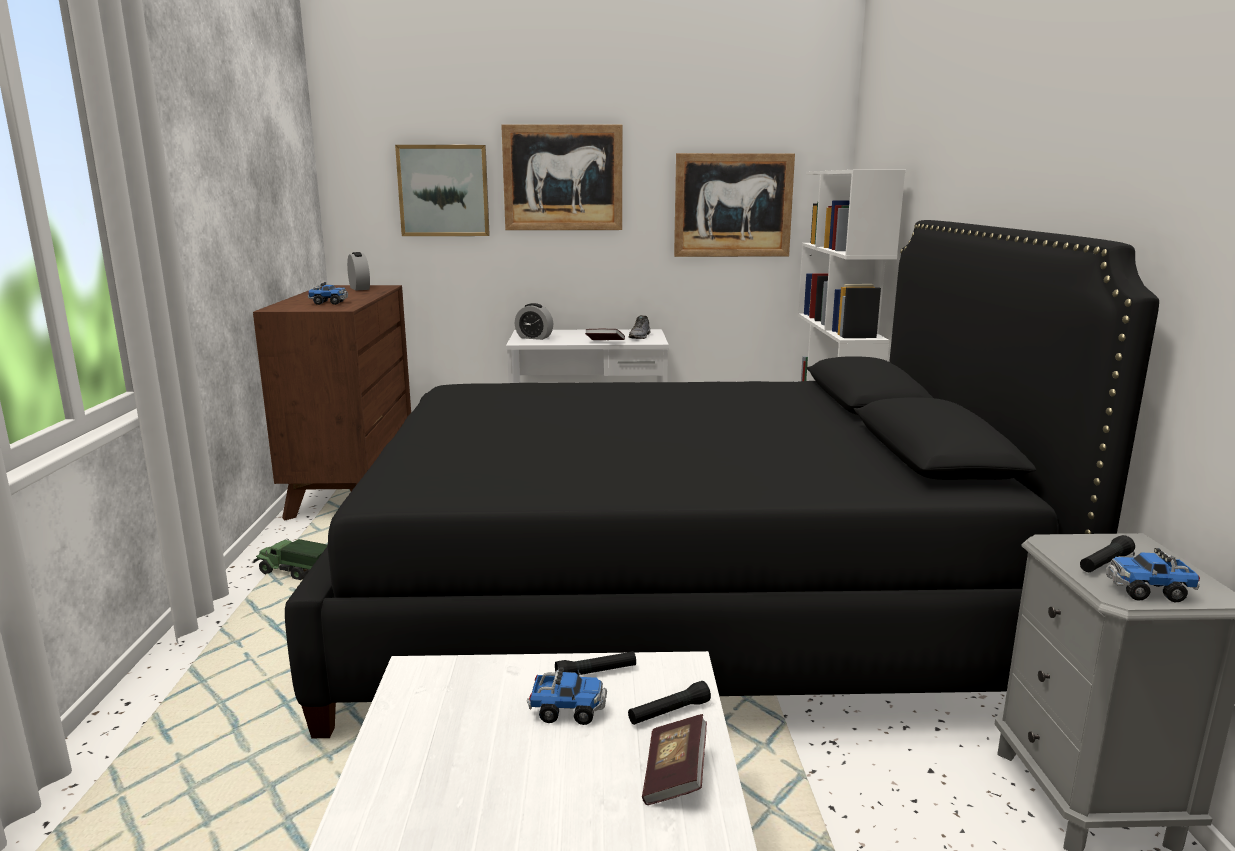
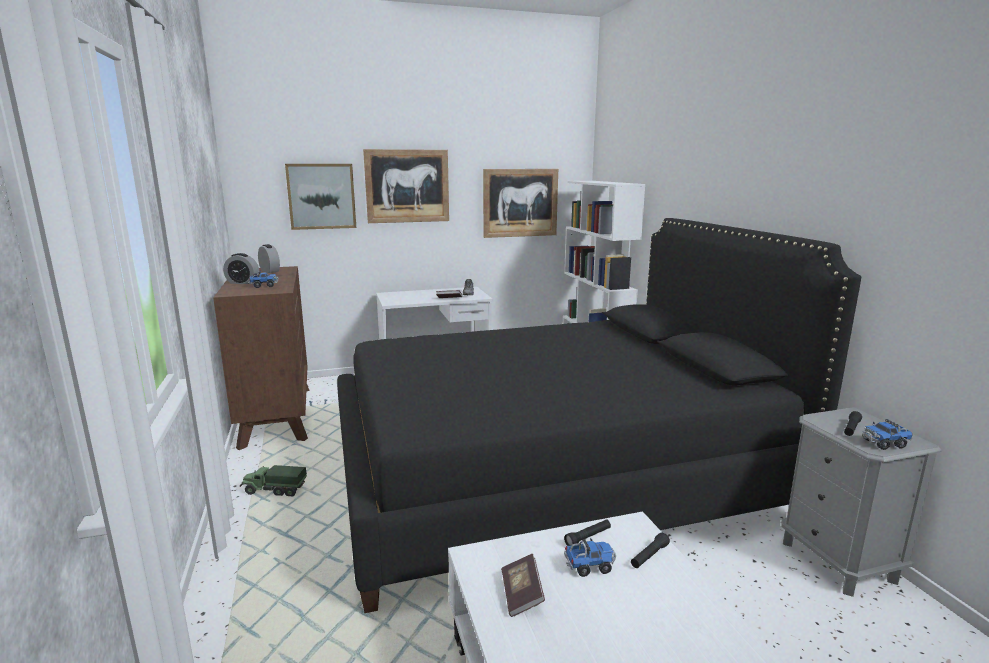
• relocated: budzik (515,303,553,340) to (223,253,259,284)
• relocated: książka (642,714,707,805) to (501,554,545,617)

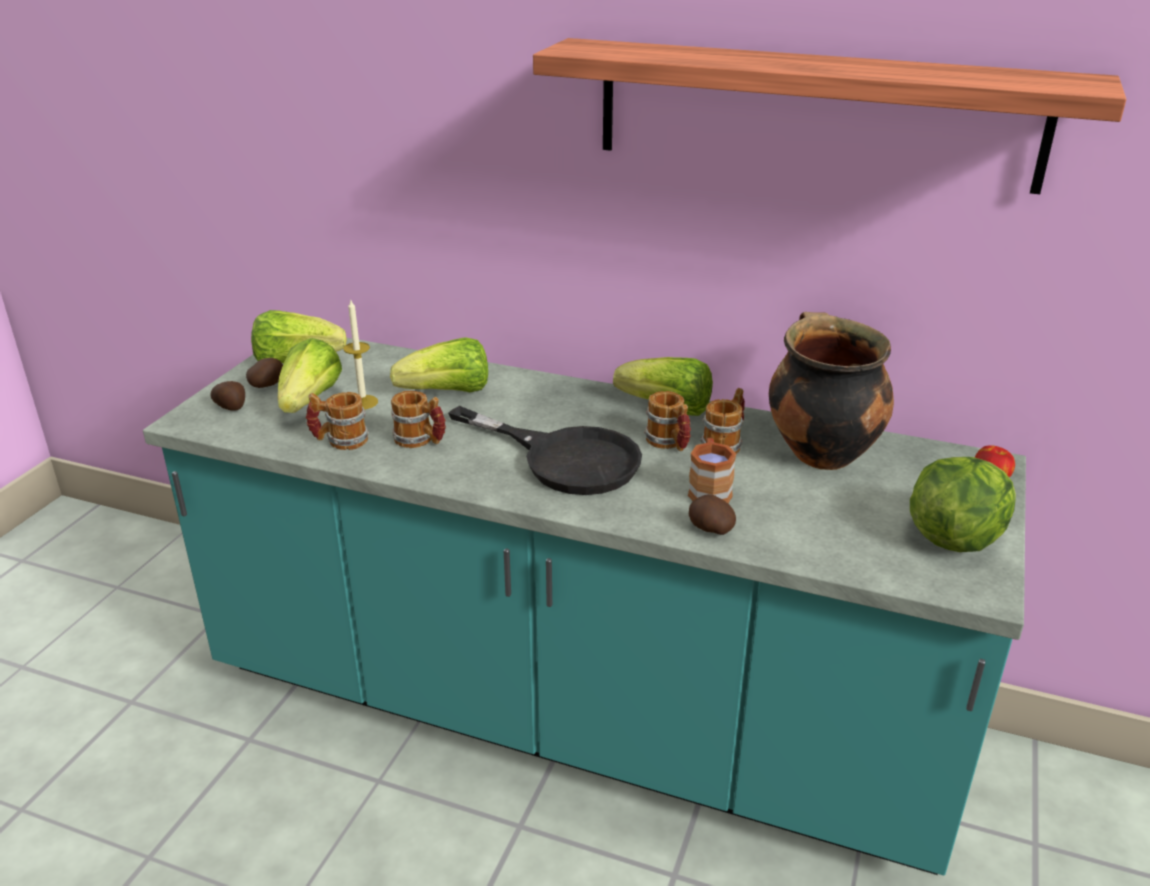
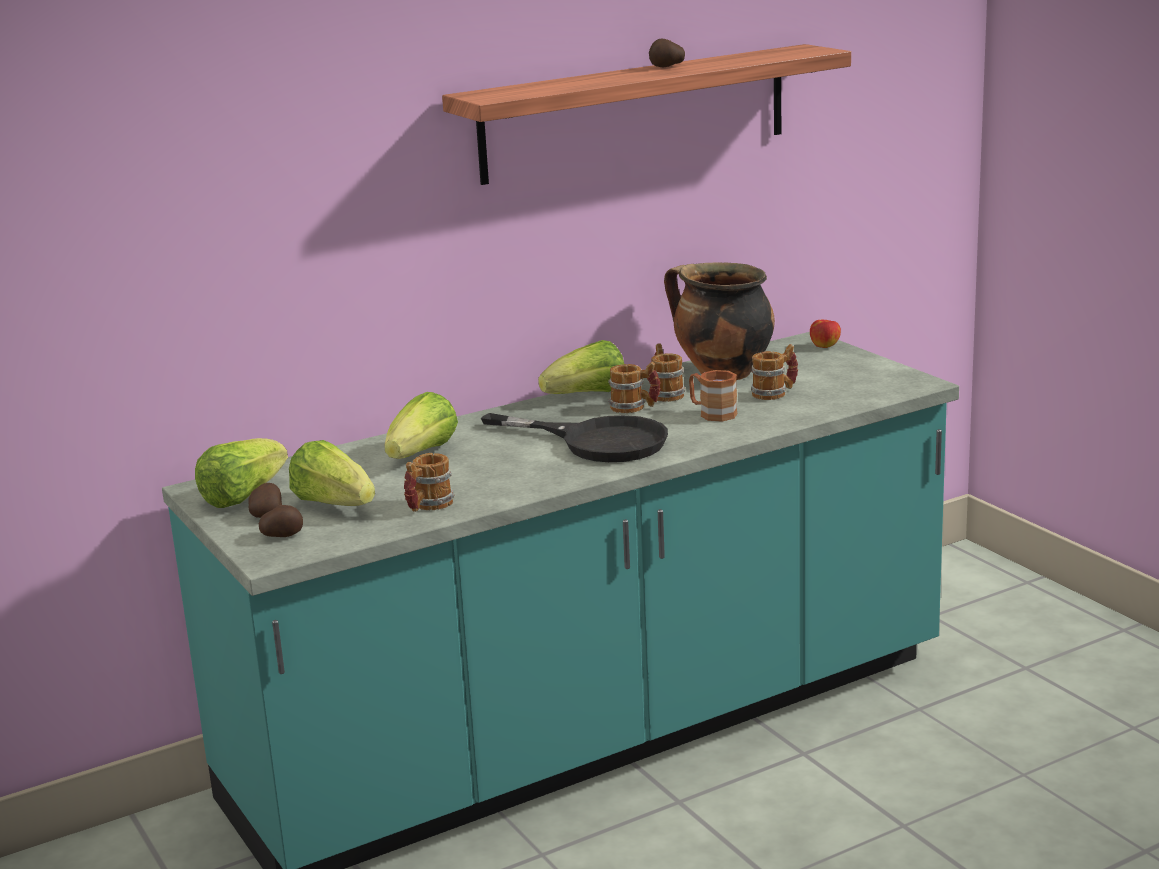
• spun: patelnia [czarny] (448,406,642,495) = (481,413,668,462) 45 degrees clockwise
• relocated: ziemniak (689,494,736,535) to (649,39,685,68)
• relocated: kubek (391,391,446,448) to (751,344,798,400)
• missing: świeca (344,300,378,410)
• missing: sałata (910,457,1016,552)

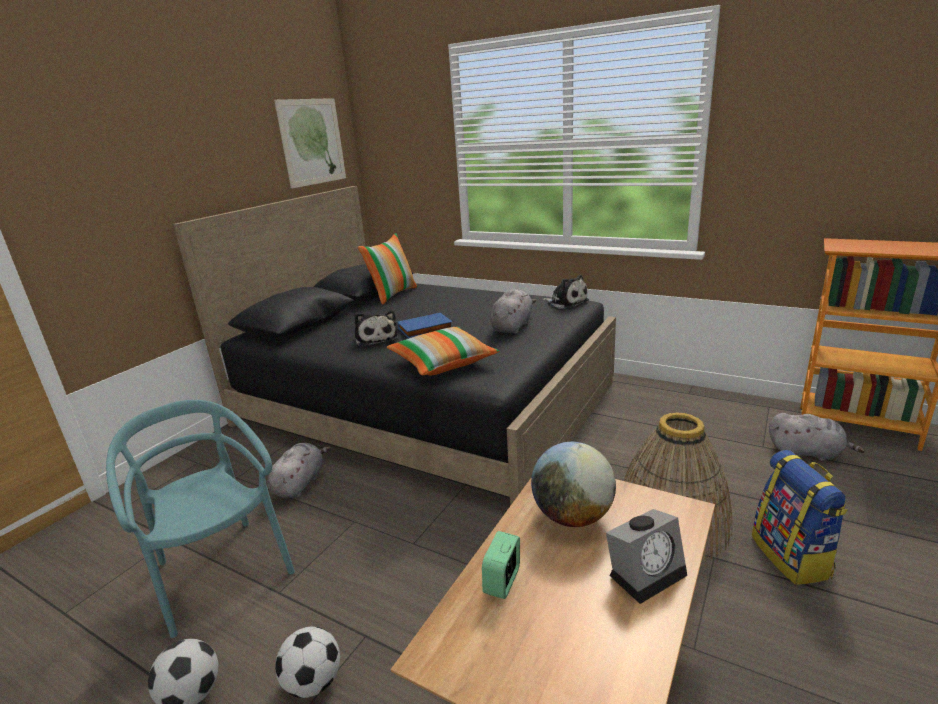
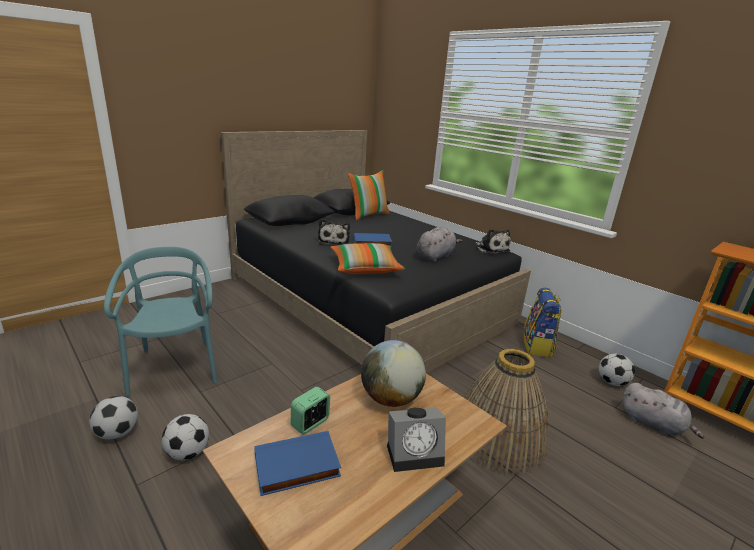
• appeared: książka [niebieski] (254,431,341,496)
• relocated: plecak (752,450,848,585) to (523,288,562,357)
• appeared: piłka futbolowa (599,354,635,386)
• missing: pluszak [szary] (268,443,331,498)
• missing: obraz (274,98,346,189)

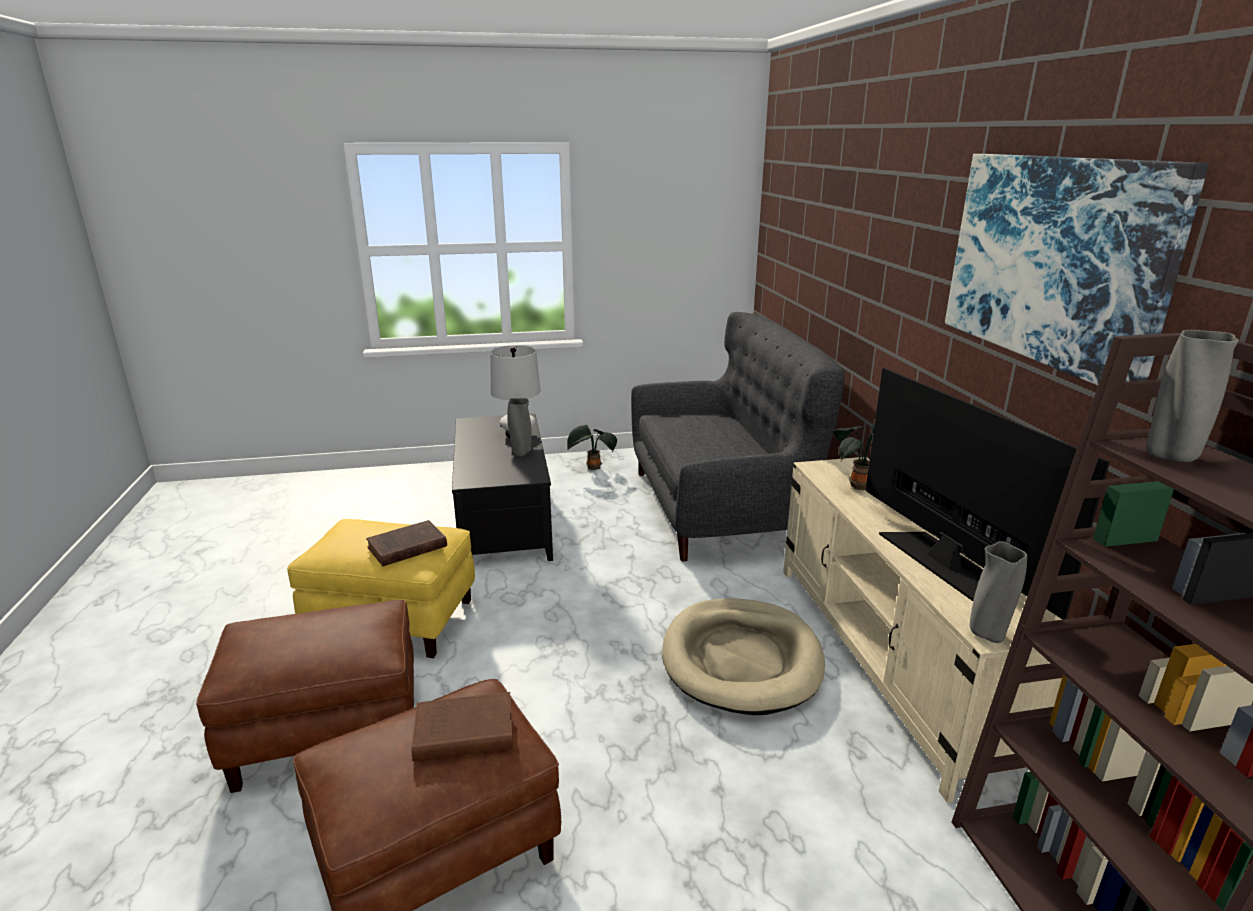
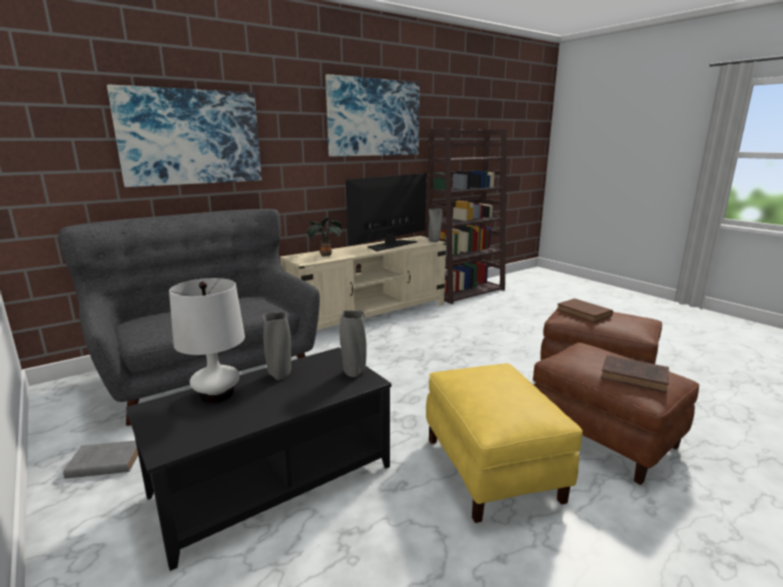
• exchanged: roślina doniczkowa (567,425,617,470) to książka [szary] (63,441,138,479)
• appeared: obraz (107,84,262,187)
• relocated: wazon [szary] (1147,330,1239,462) to (340,310,367,377)
• relocated: książka [brązowy] (366,520,447,566) to (601,355,669,393)
• missing: legowisko [beżowy] (662,599,825,715)

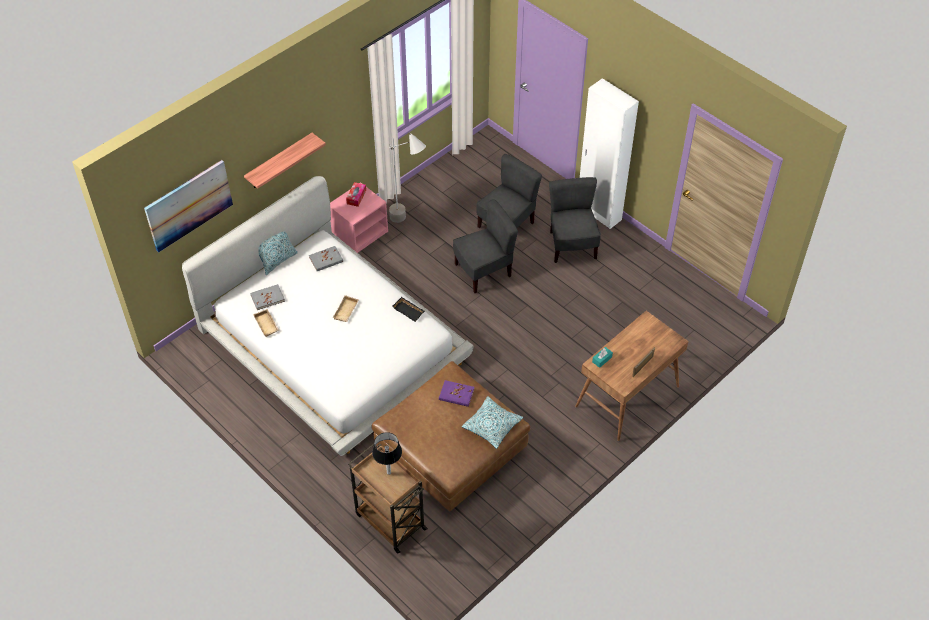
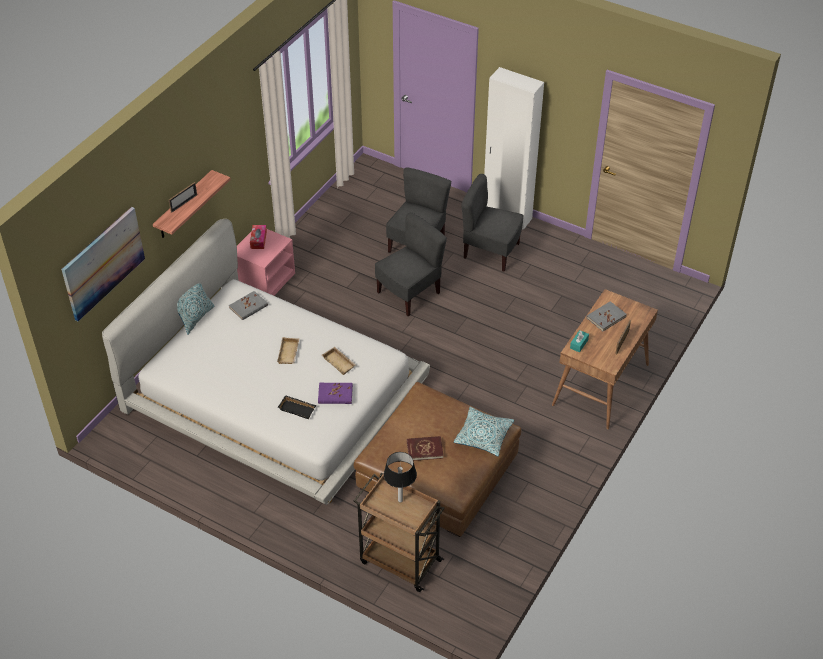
• appeared: ramka na zdjęcie (169,182,197,213)
• relocated: taca [czarny] (392,297,425,322) to (278,395,316,419)
• relocated: książka [fioletowy] (439,380,474,407) to (318,383,353,404)
• relocated: taca [beżowy] (253,309,279,337) to (322,347,356,375)
• appeared: książka [czerwony] (407,436,444,461)
• spun: krzesło [szary] (549,177,601,263) = (462,174,524,272) 45 degrees counterclockwise
• relocated: książka [szary] (250,284,285,310) to (586,301,627,331)
• missing: lampa stojąca [szary] (389,132,426,223)

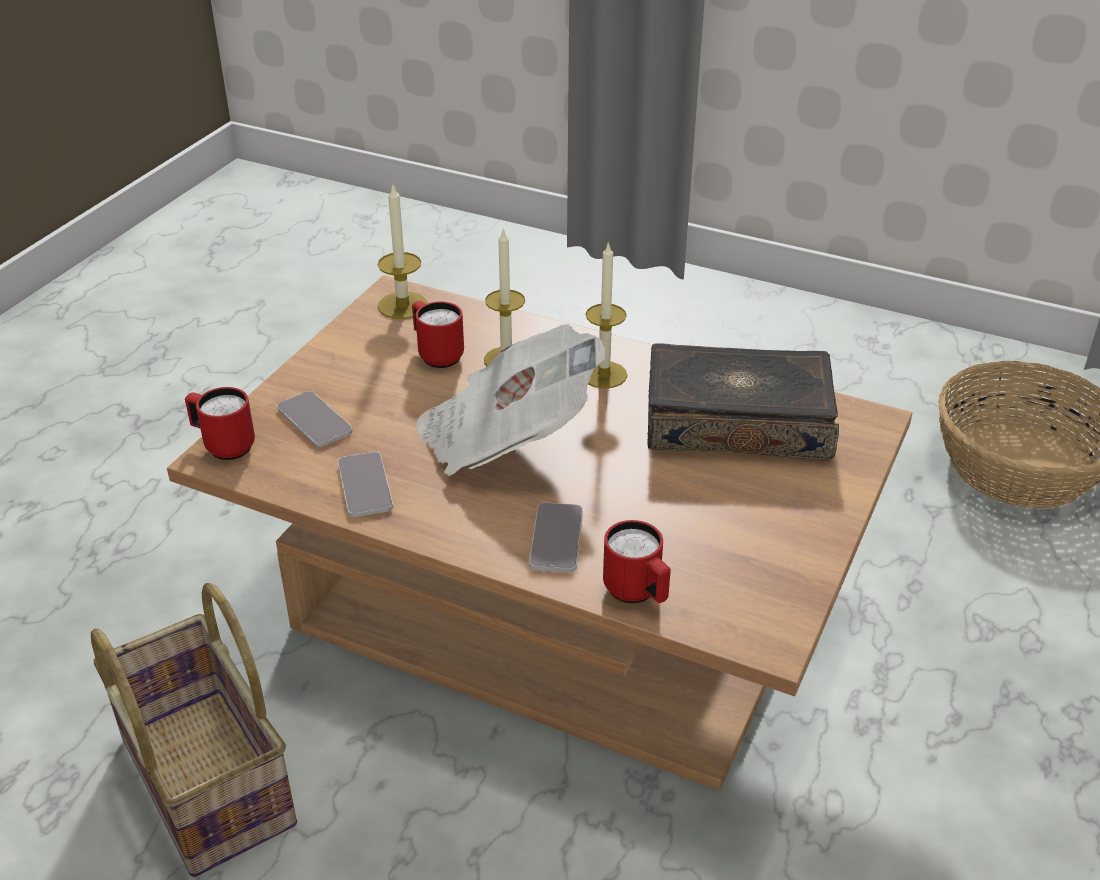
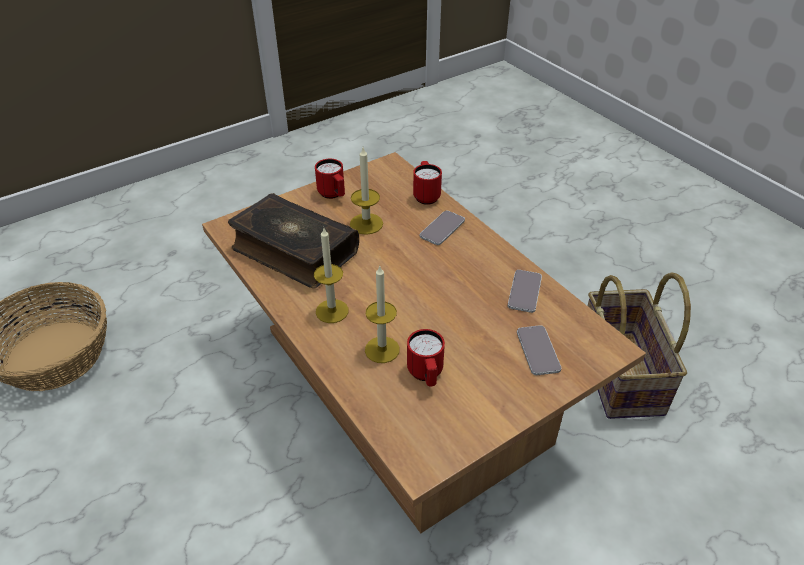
• relocated: kubek [czerwony] (185,387,255,460) to (315,159,345,199)
• relocated: świeca (378,185,428,319) to (350,148,383,235)
• missing: gazeta (415,324,606,476)

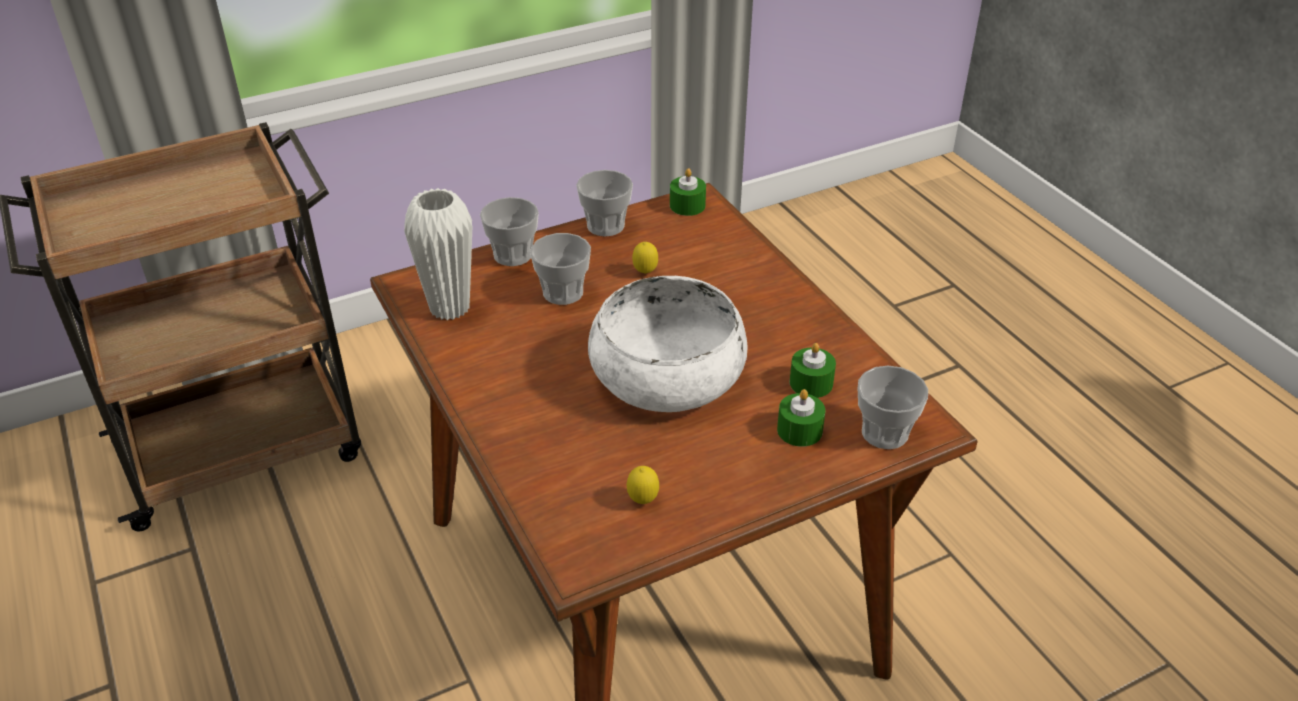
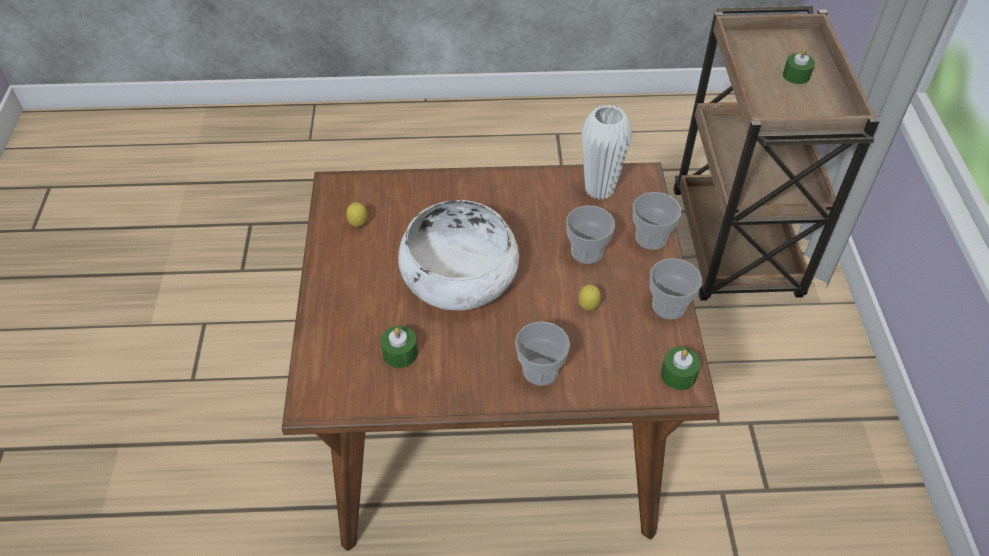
• relocated: filiżanka (858,366,928,449) to (515,321,570,386)
• relocated: świeca [zielony] (777,389,825,447) to (783,49,815,84)

